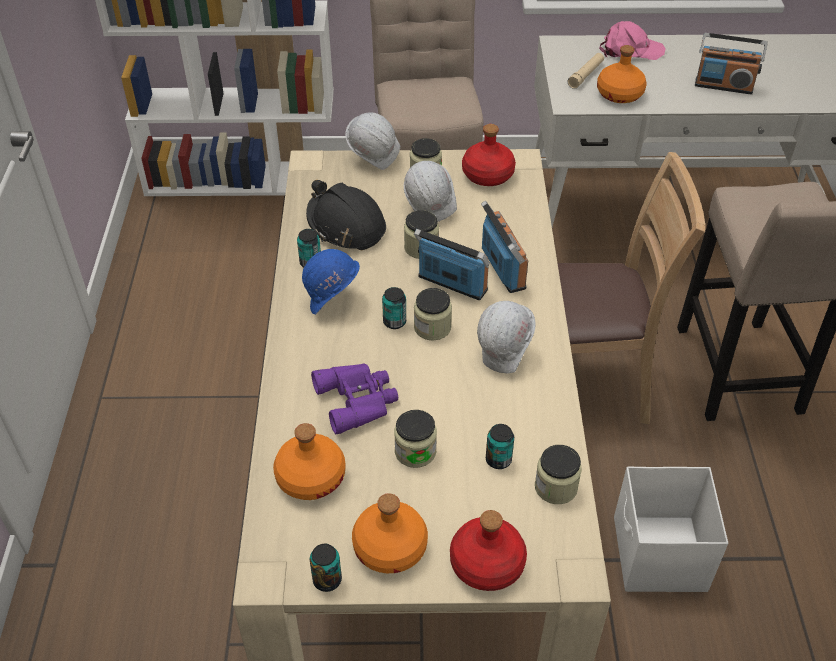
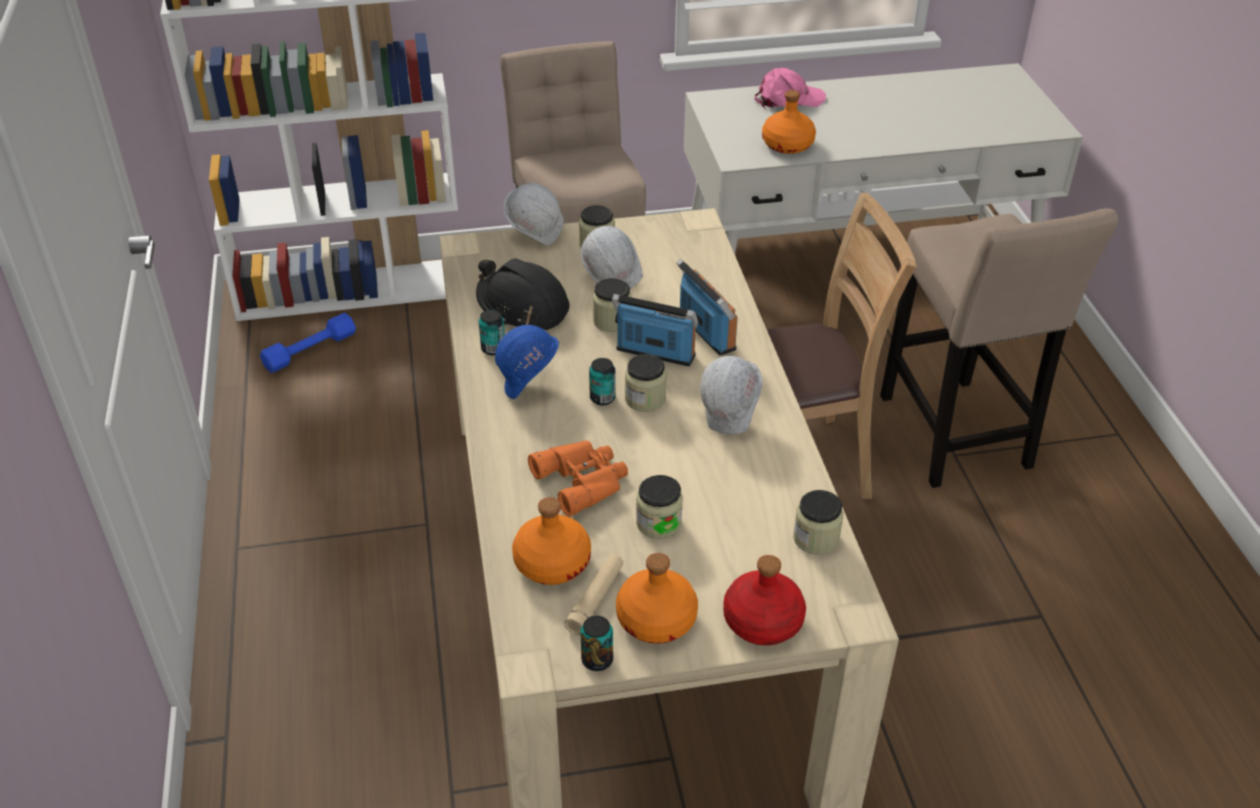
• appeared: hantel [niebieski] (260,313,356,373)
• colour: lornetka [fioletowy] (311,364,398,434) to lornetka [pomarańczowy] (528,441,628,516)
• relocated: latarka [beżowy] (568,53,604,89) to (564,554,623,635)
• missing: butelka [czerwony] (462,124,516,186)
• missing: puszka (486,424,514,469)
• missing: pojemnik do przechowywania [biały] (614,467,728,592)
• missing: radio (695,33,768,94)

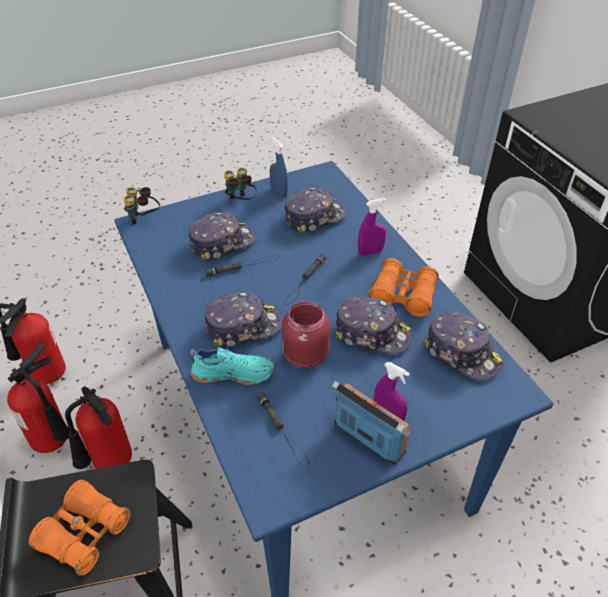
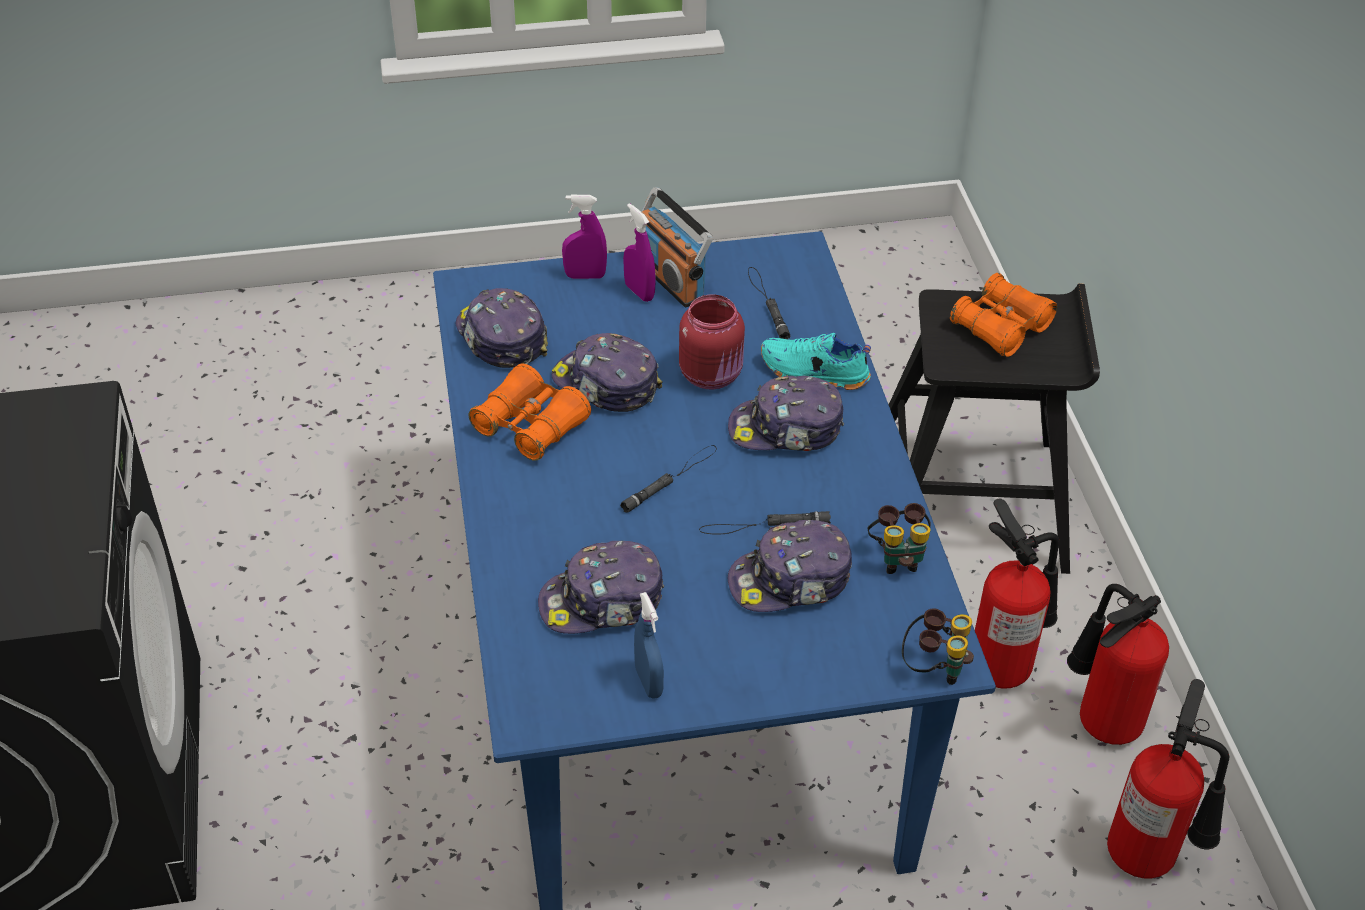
• relocated: spryskiwacz [fioletowy] (358,198,387,256) to (562,195,607,279)
• relocated: lornetka (224,167,257,200) to (868,503,931,574)

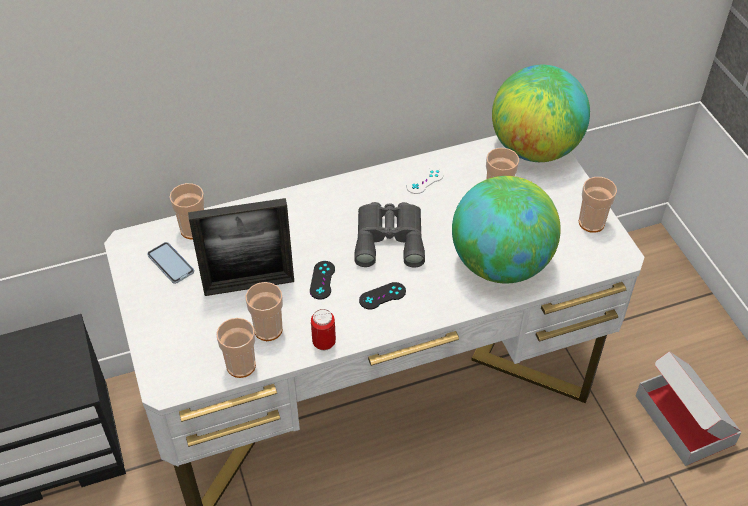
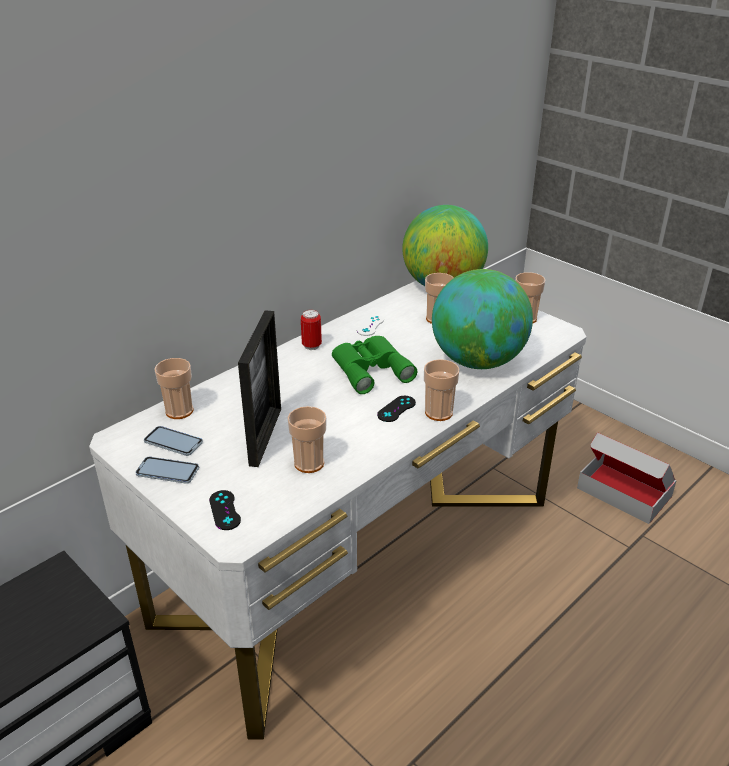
• appeared: telefon (135,457,199,484)
• relocated: pad do gier [czarny] (310,261,335,300) to (209,490,241,530)
• spun: ramka na zdjęcie (188,198,294,296) = (238,310,281,467) 45 degrees counterclockwise
• relocated: puszka (311,309,336,351) to (301,310,322,350)
• colour: lornetka [szary] (354,202,425,268) to lornetka [zielony] (332,336,417,394)
• relocated: filiżanka (216,318,256,378) to (424,359,460,421)

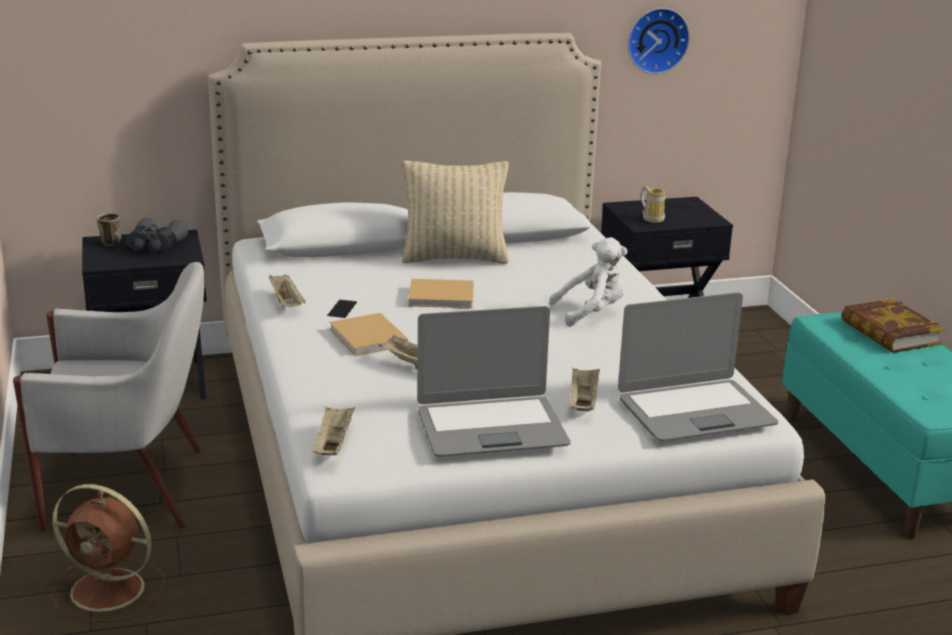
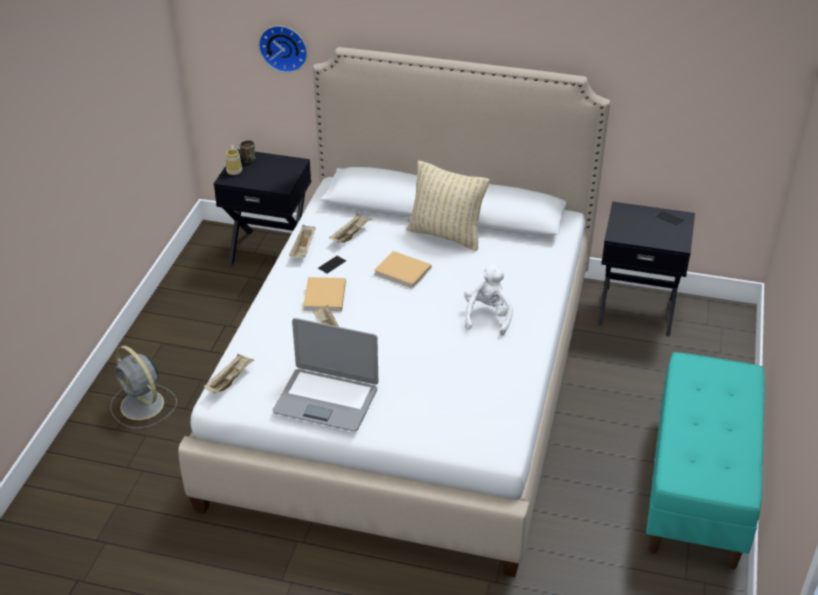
• colour: wentylator [brązowy] (52,484,165,622) to wentylator [szary] (110,346,177,429)
• relocated: kubek (640,186,665,223) to (226,145,242,175)
• relocated: zegar ścienny (628,8,690,74) to (259,26,307,73)
• relocated: taca [beżowy] (569,367,600,411) to (329,214,371,243)
• spun: pluszak [biały] (549,237,628,327) = (464,264,513,336) 90 degrees counterclockwise
• missing: fotel [biały] (13,262,205,532)
• missing: lornetka [szary] (126,218,188,252)
• missing: laptop (618,292,778,441)
• missing: książka (841,298,945,353)

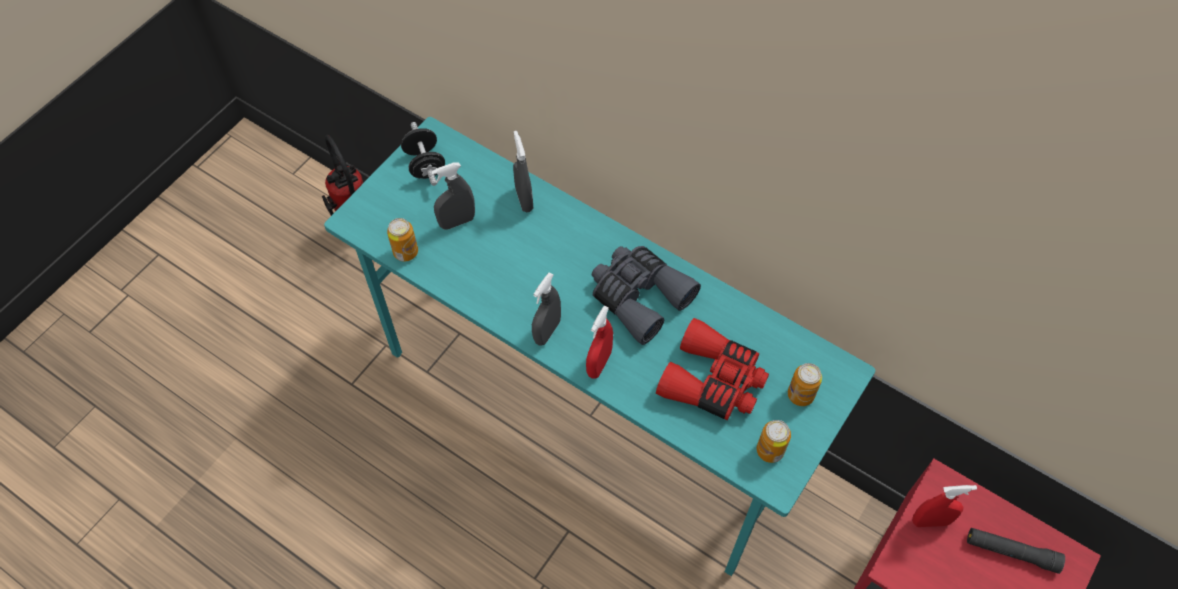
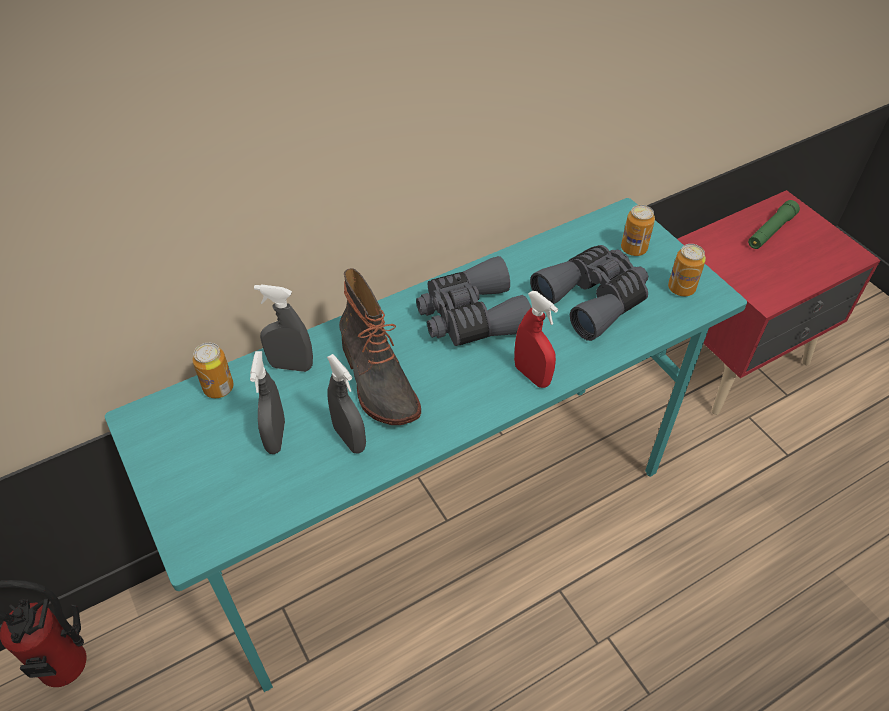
• relocated: puszka (387,218,418,262) to (192,343,234,398)
• relocated: spryskiwacz [szary] (532,272,561,346) to (327,354,366,454)
• appeared: but z cholewką (339,268,421,425)
• colour: lornetka [czerwony] (656,318,769,420) to lornetka [szary] (530,245,648,341)
• colour: latarka [czarny] (967,528,1065,574) to latarka [zielony] (748,200,800,249)
• missing: hantel [czarny] (401,122,445,186)
• missing: spryskiwacz [czerwony] (912,485,977,527)

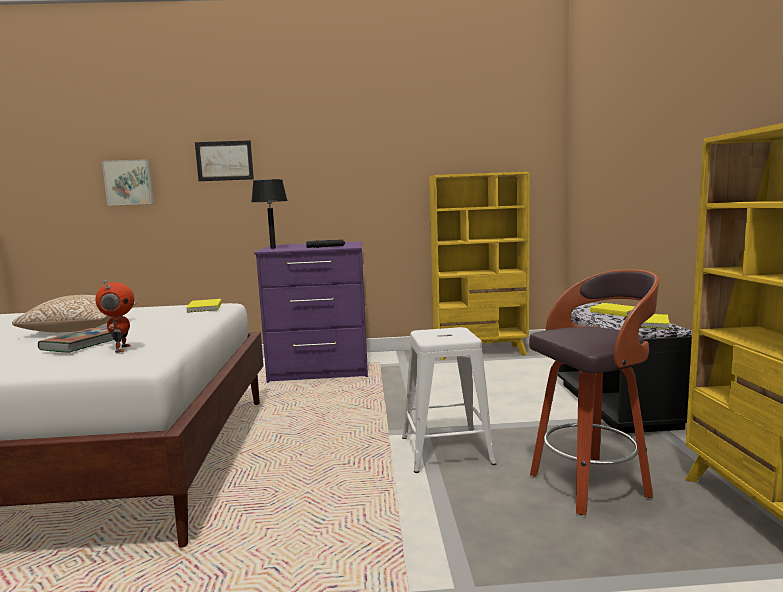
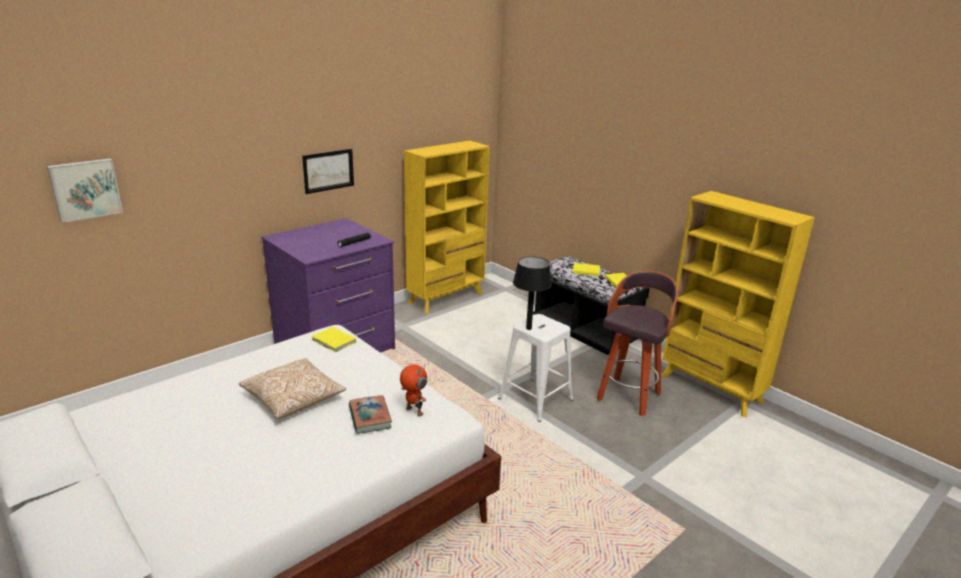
• relocated: obraz (195,140,254,181) to (302,149,354,194)
• relocated: lampa stołowa [czarny] (251,179,288,249) to (513,256,552,330)

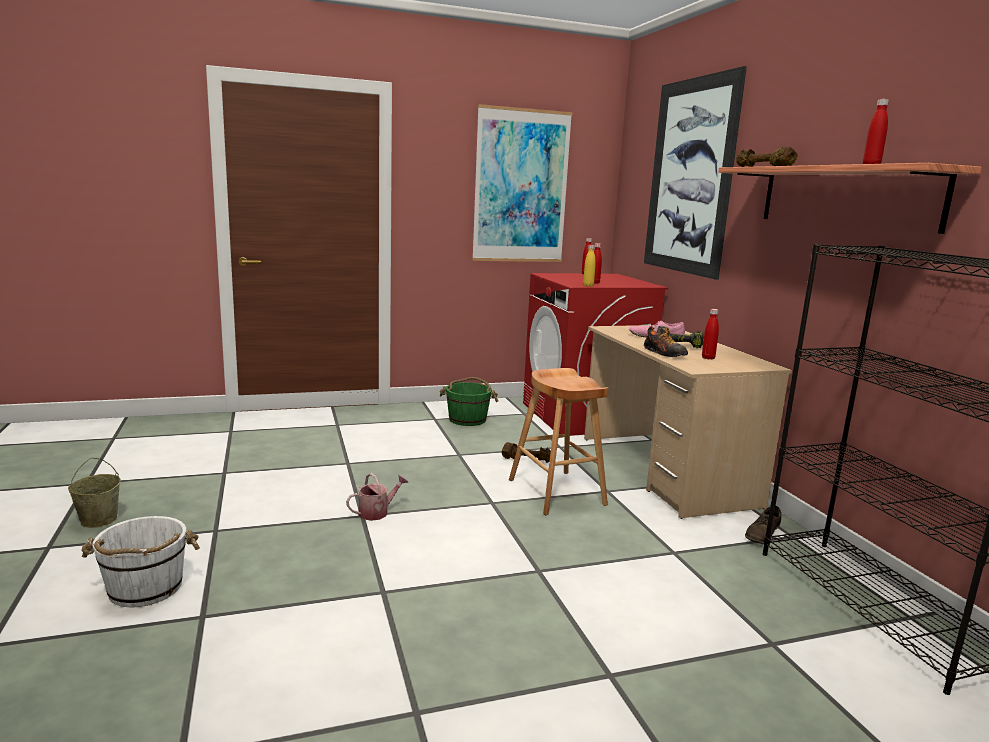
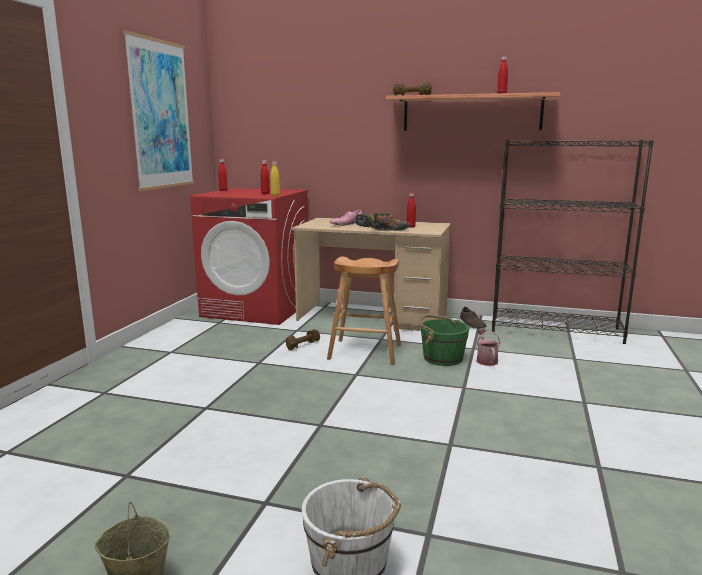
• relocated: wiadro [zielony] (440,377,498,426) to (419,315,469,366)
• relocated: konewka (346,473,408,521) to (476,330,501,366)
• missing: obraz (644,66,747,280)

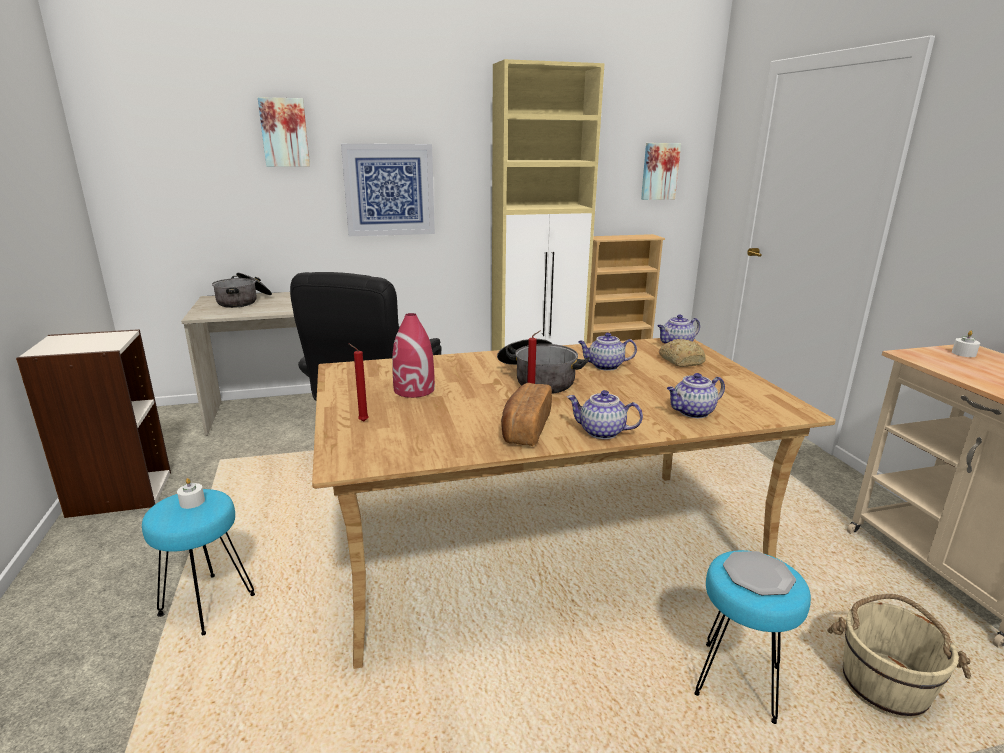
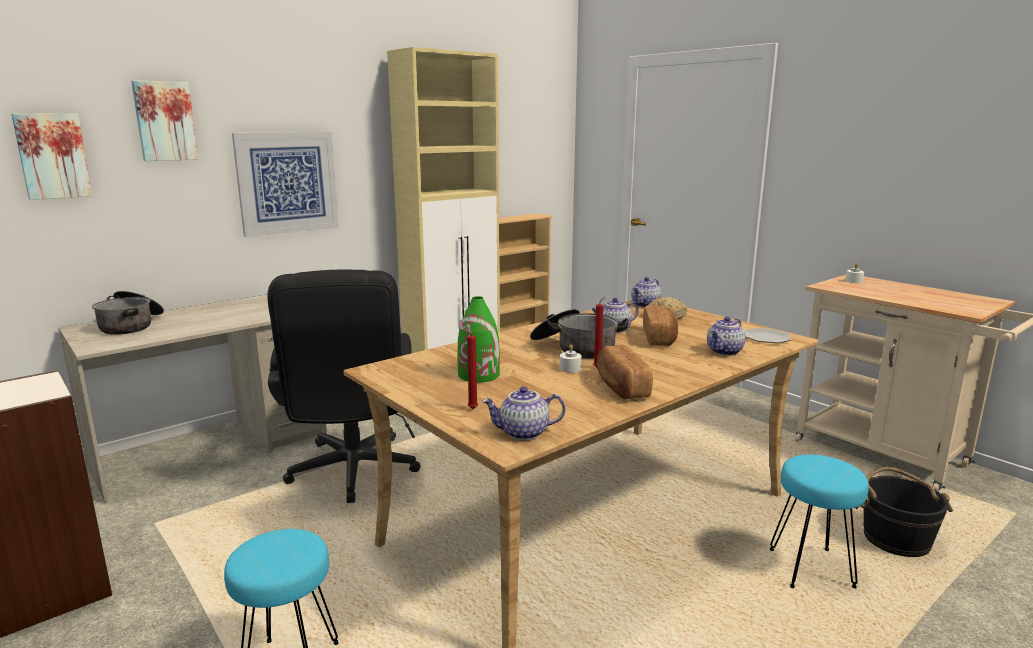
• relocated: obraz (641,143,681,200) to (11,113,93,200)
• colour: wazon [czerwony] (392,313,435,398) to wazon [zielony] (457,296,500,383)
• relocated: imbryk (567,390,643,439) to (482,387,565,440)
• relocated: świeca [biały] (177,478,205,509) to (560,344,582,373)
• appeared: chleb (643,305,678,346)
• relocated: talerz (723,551,796,595) to (744,328,792,343)
• colour: wiadro [beżowy] (827,594,971,719) to wiadro [czarny] (855,467,953,557)

